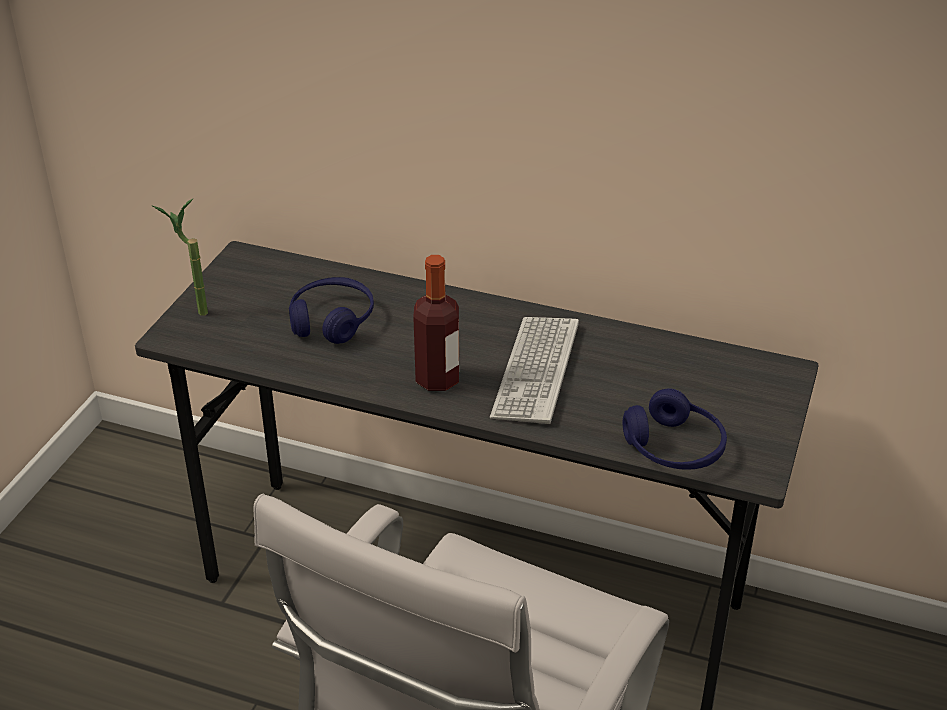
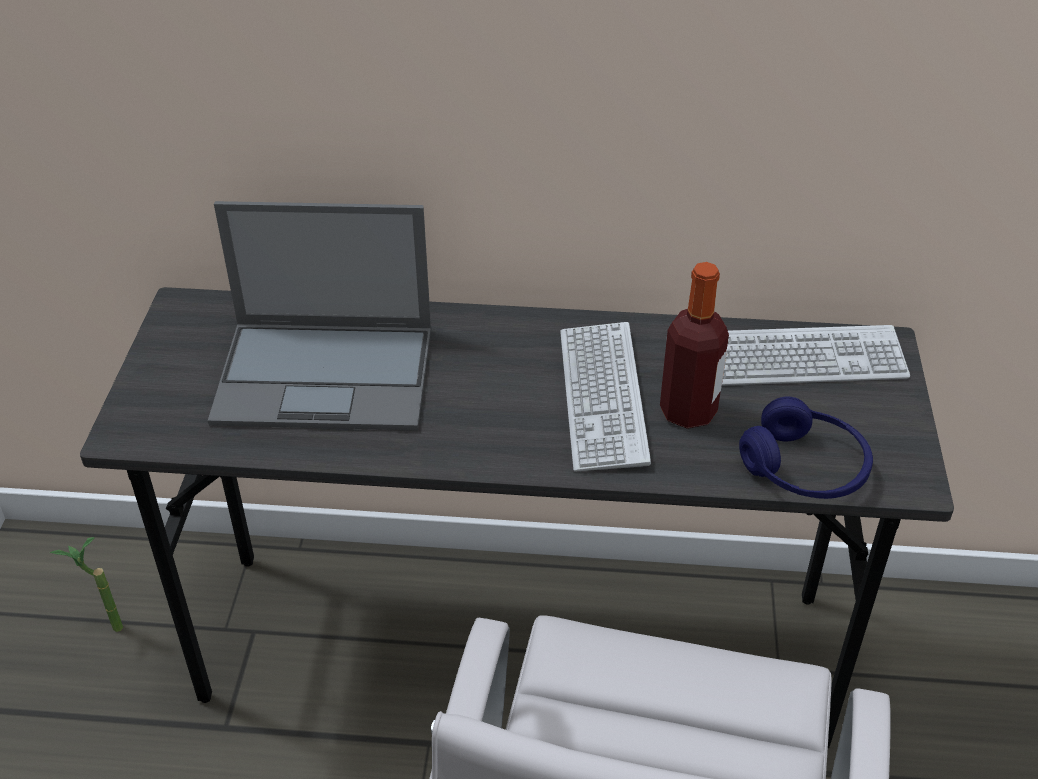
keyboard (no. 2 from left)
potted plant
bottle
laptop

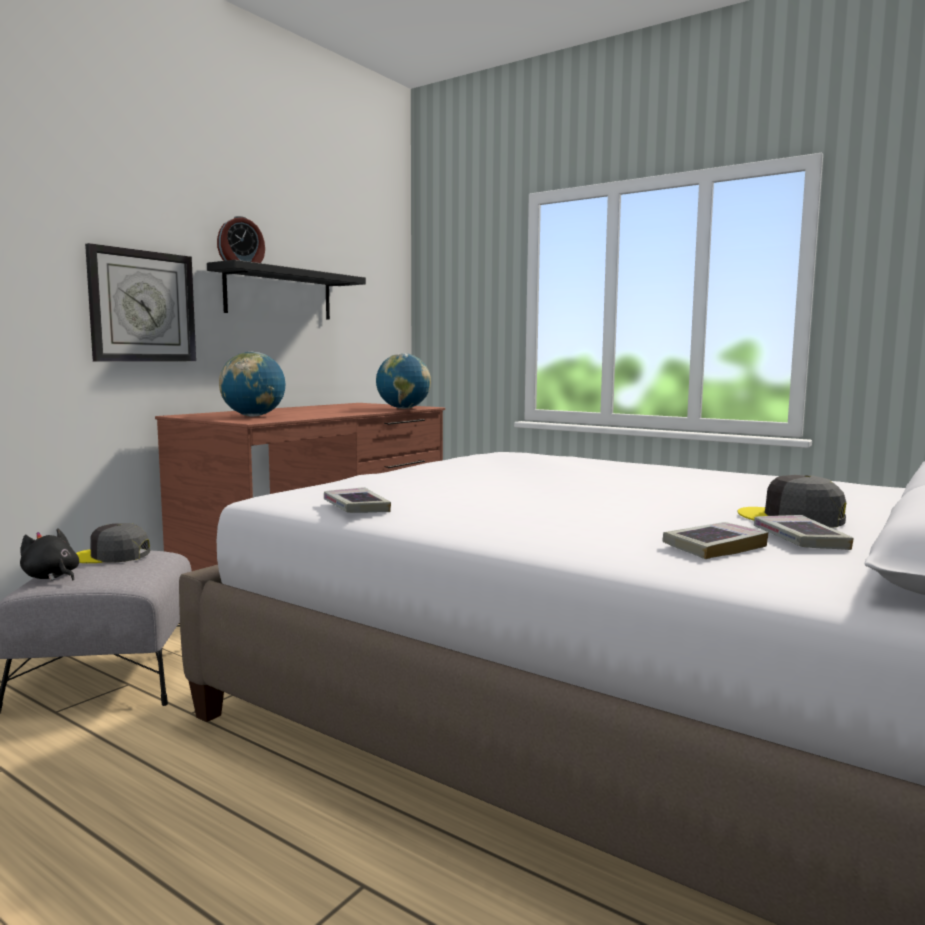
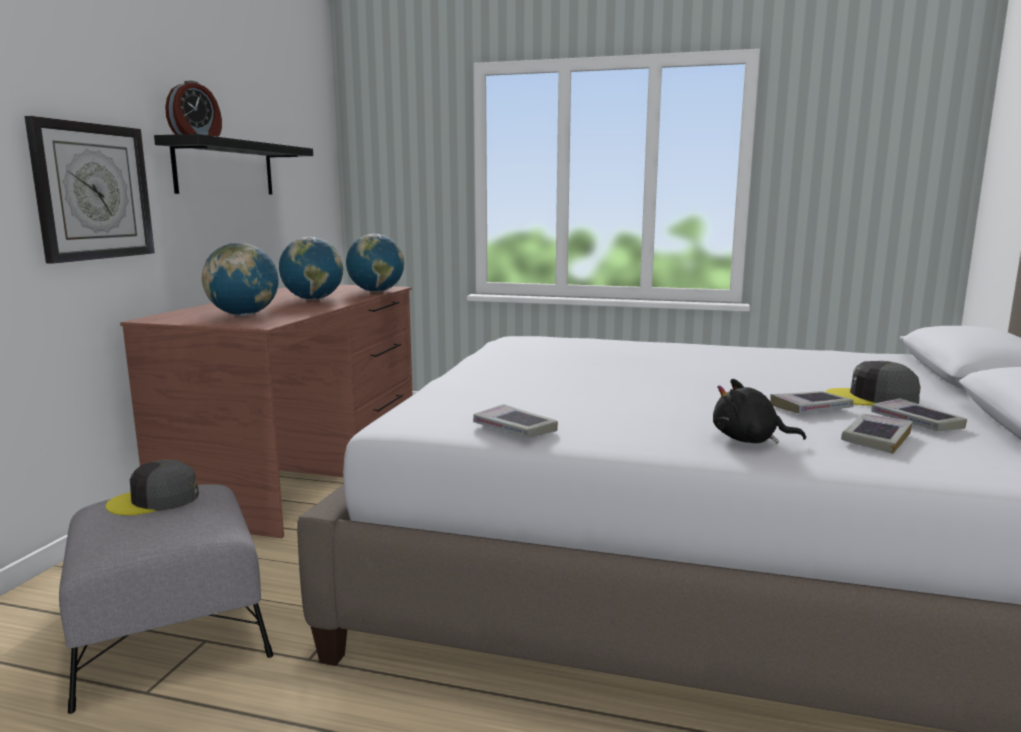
globe (no. 2 from left)
book (no. 2 from left)
plush toy in black

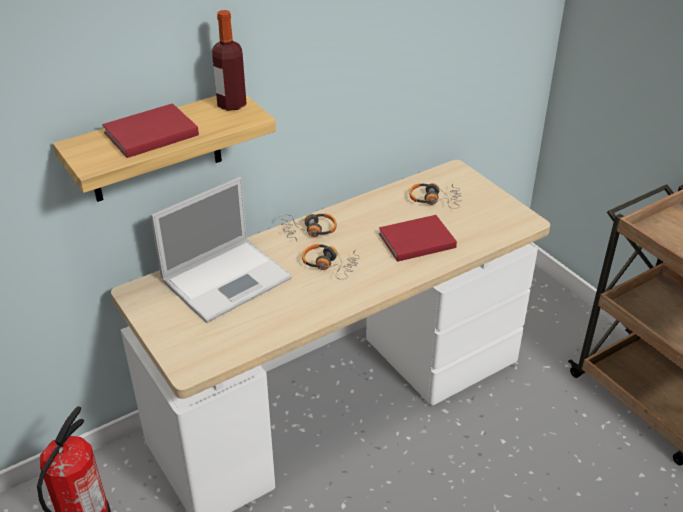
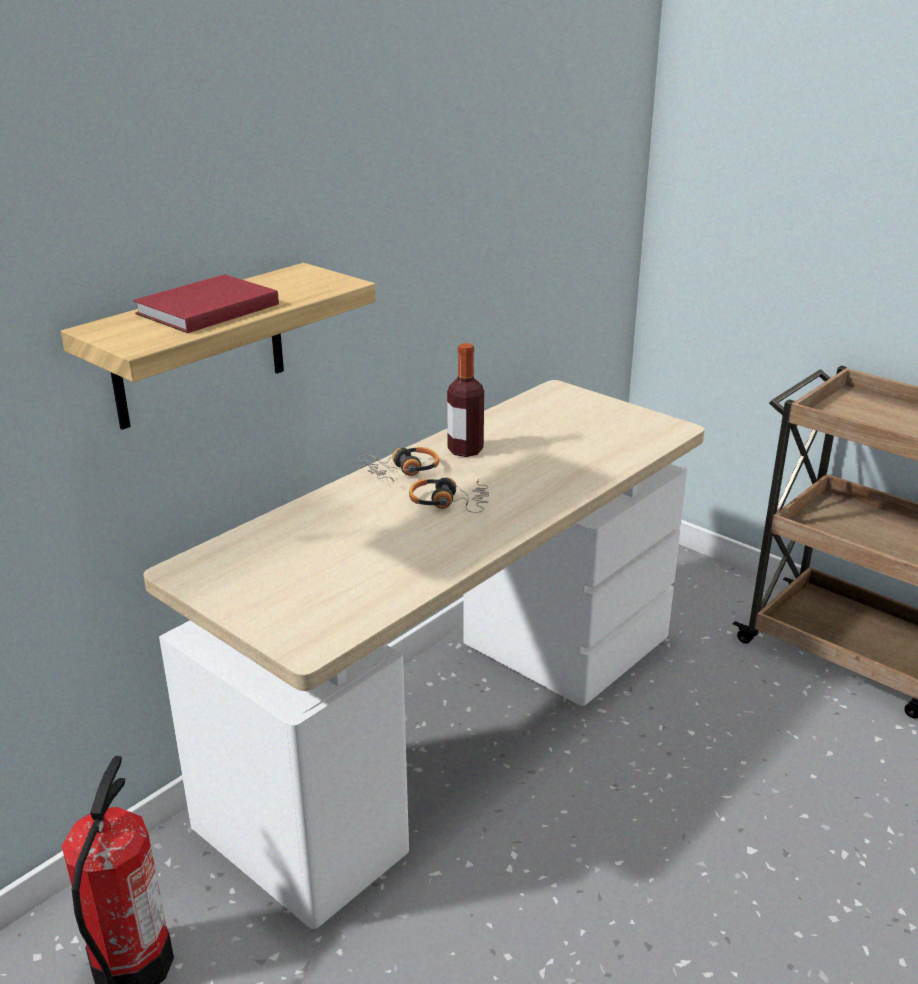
laptop
book in red (no. 2 from left in the first image)
headphones (no. 3 from left in the first image)
bottle

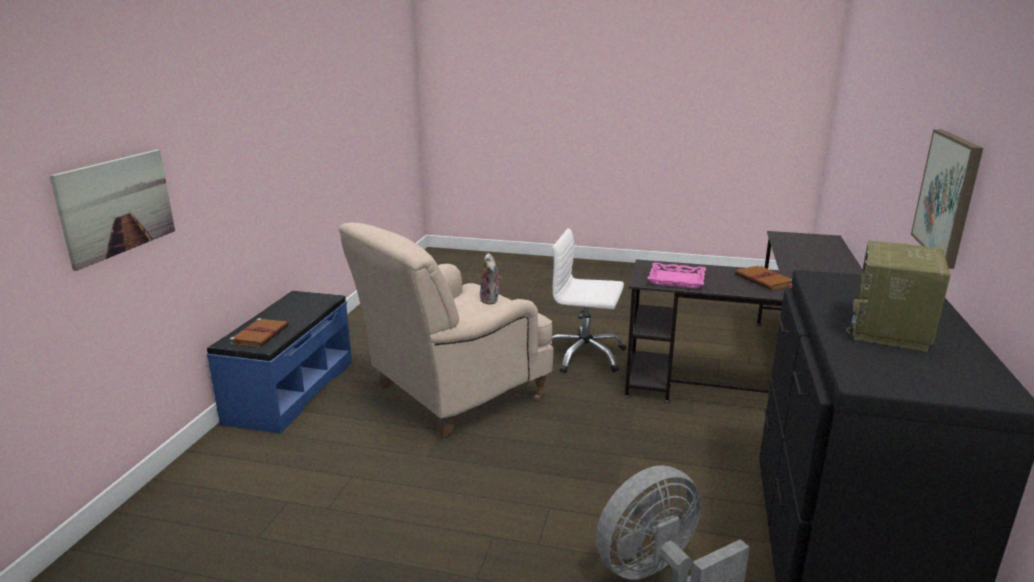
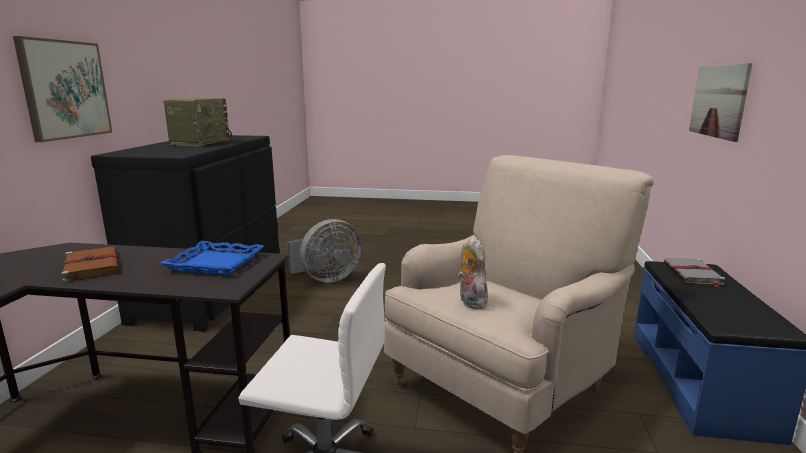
book in grey
tray in blue

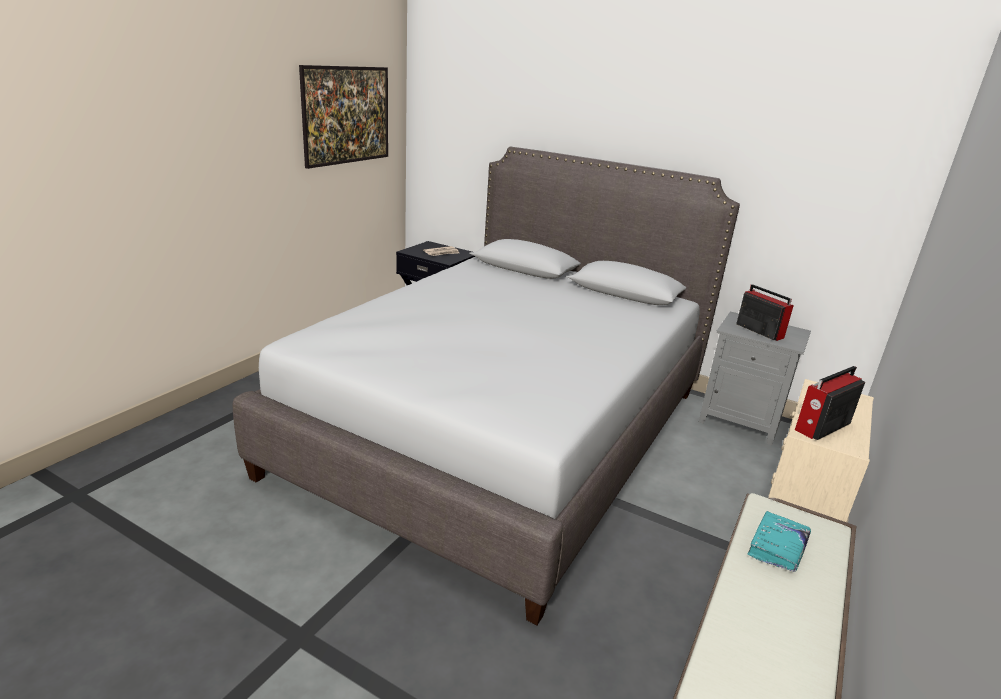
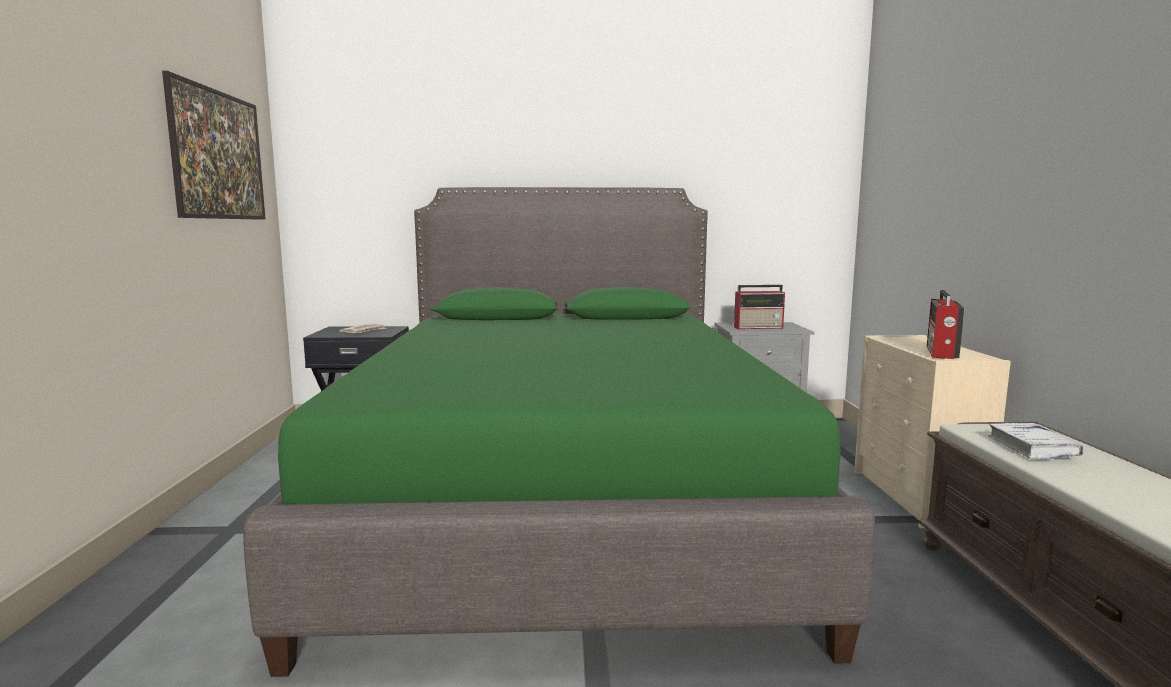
bed in green
book in white
radio (no. 1 from left)

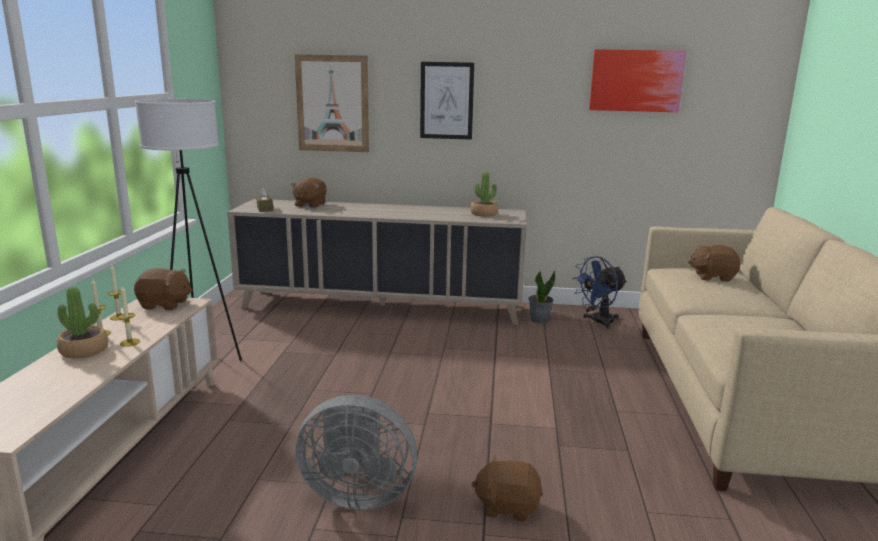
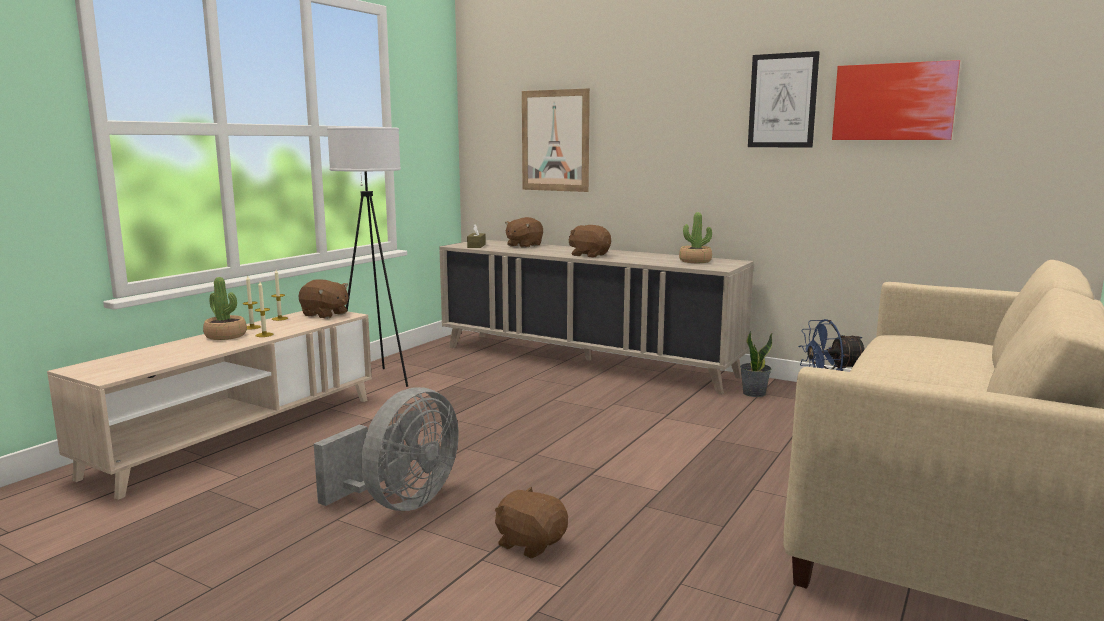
picture (no. 2 from left)
plush toy in brown (no. 4 from left)
fan in grey

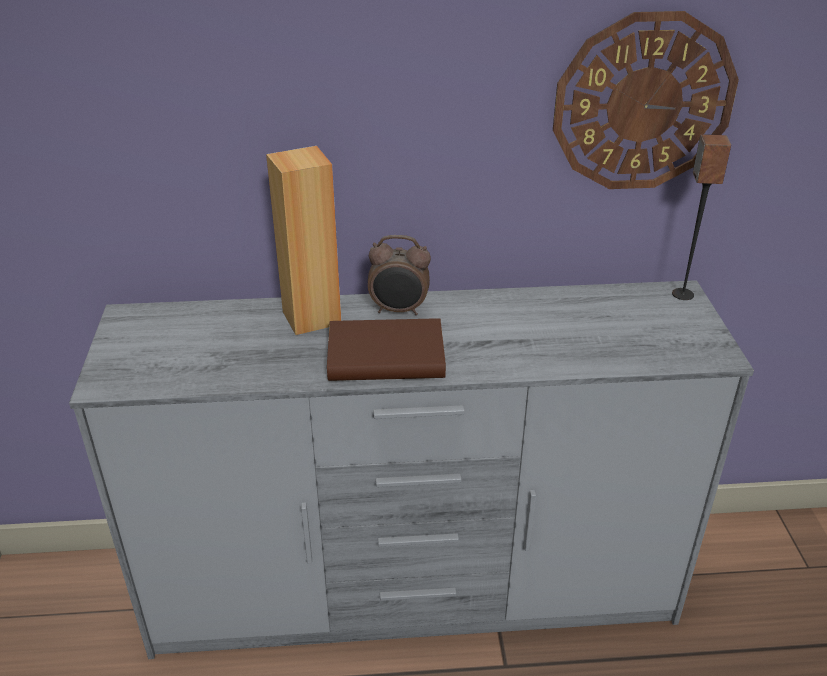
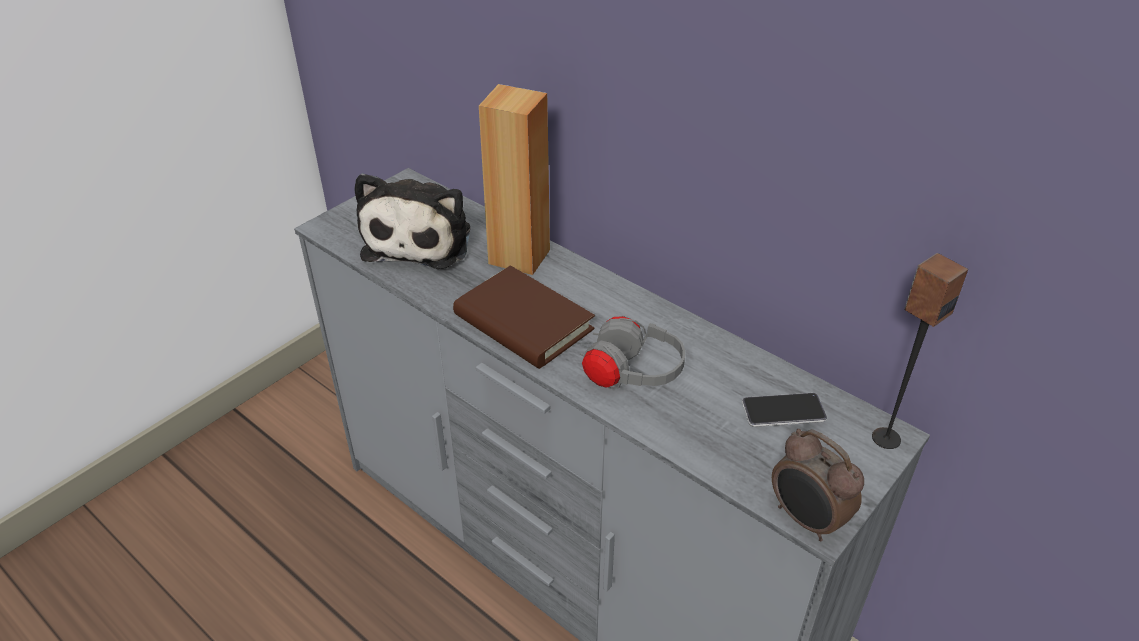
wall clock
plush toy
headphones in grey
phone
alarm clock

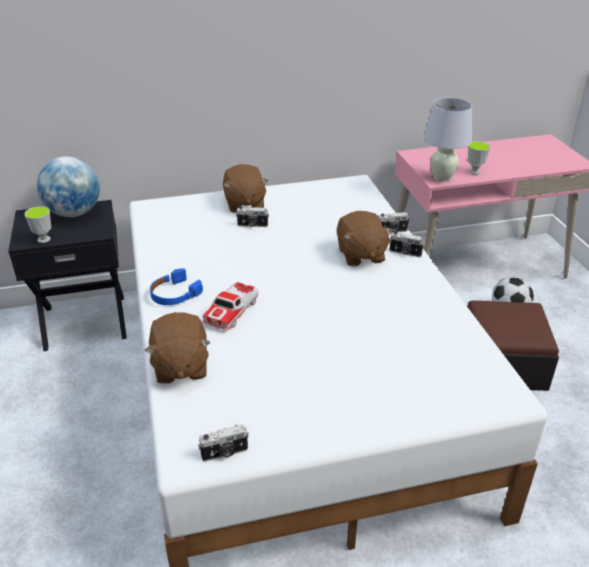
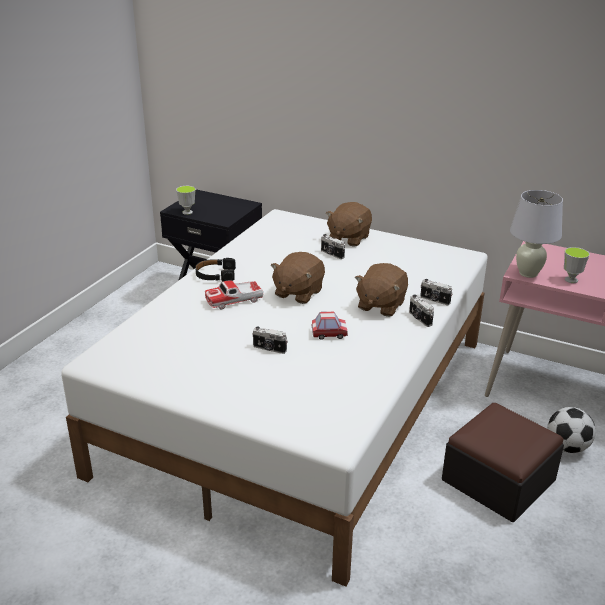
globe
toy car (no. 2 from left)
plush toy in brown (no. 1 from left)
photo camera (no. 1 from left)
headphones in black

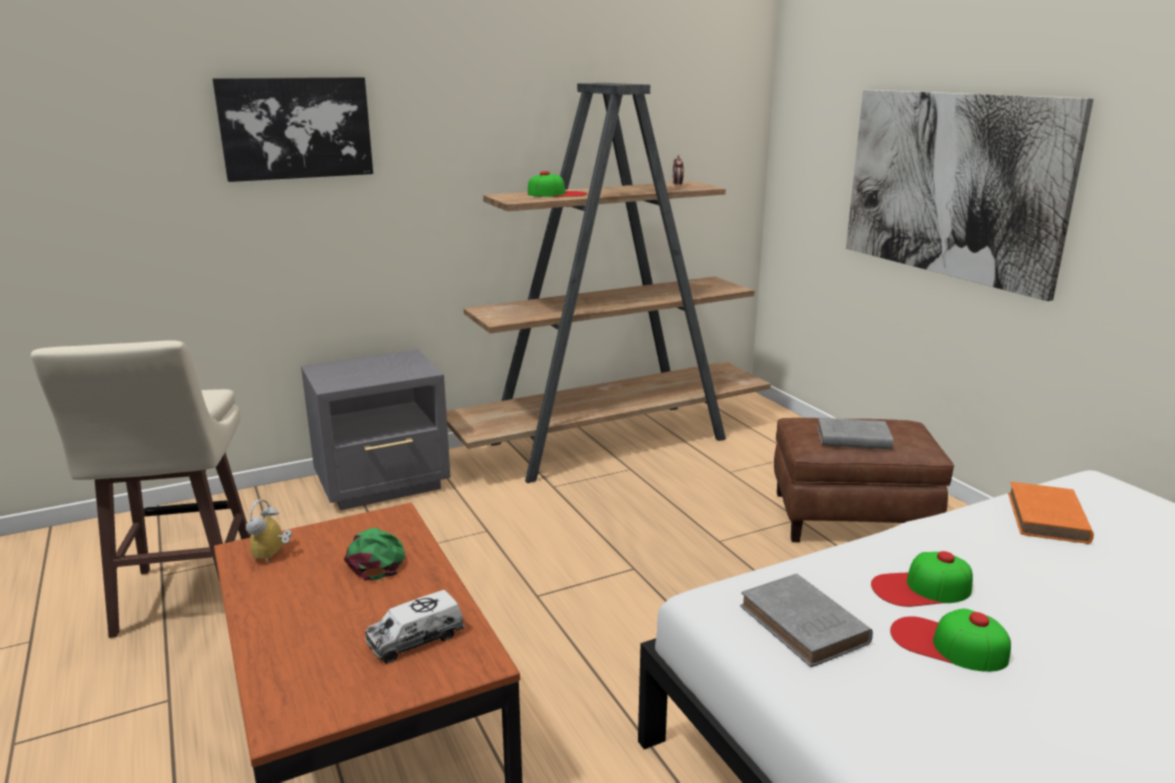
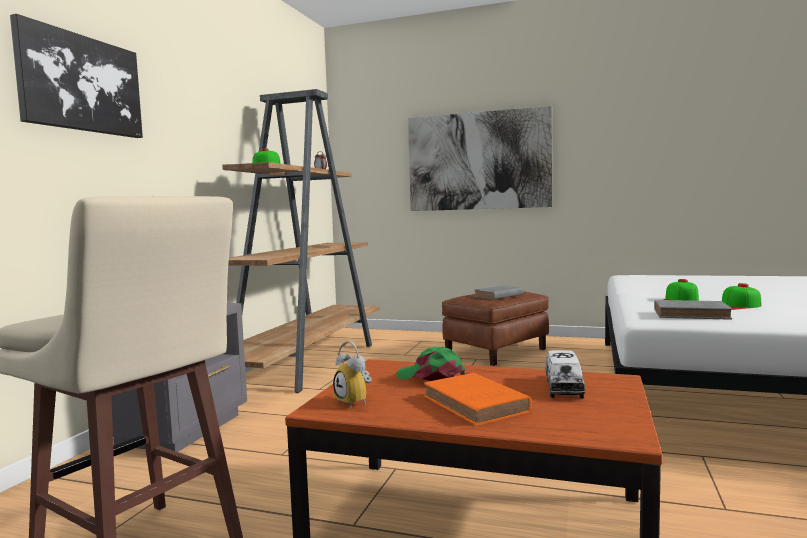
book in orange

